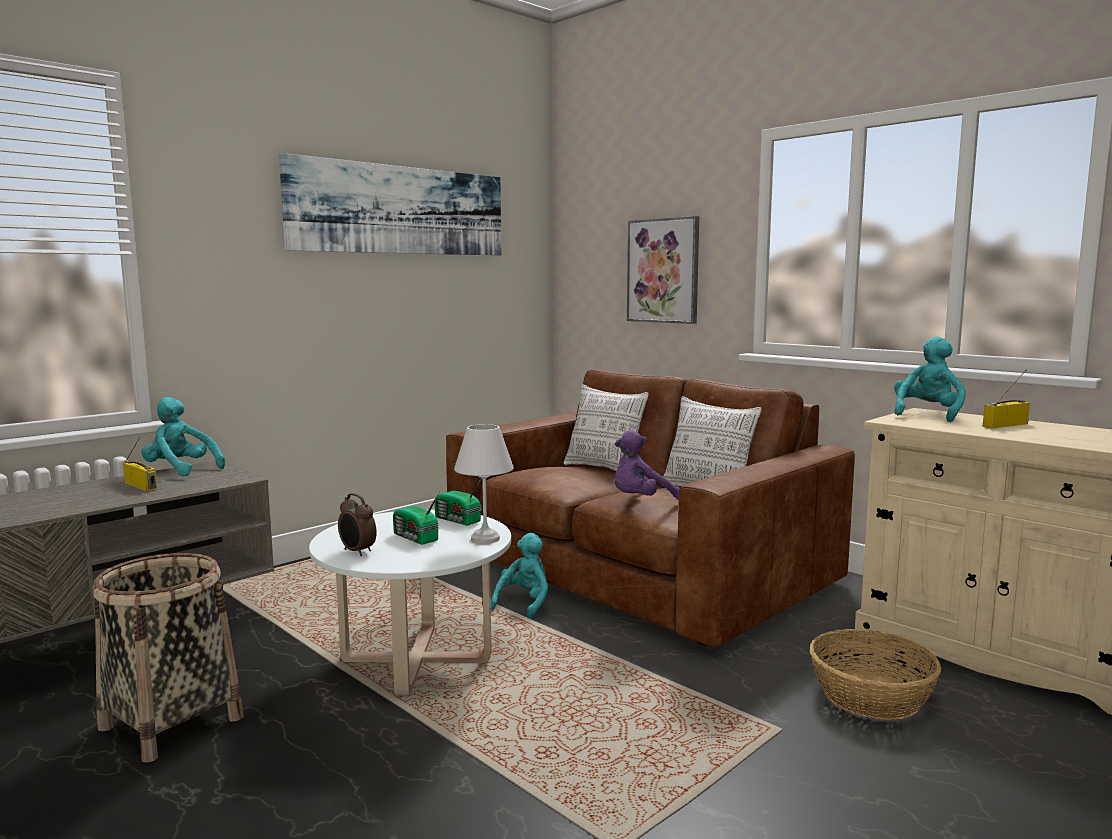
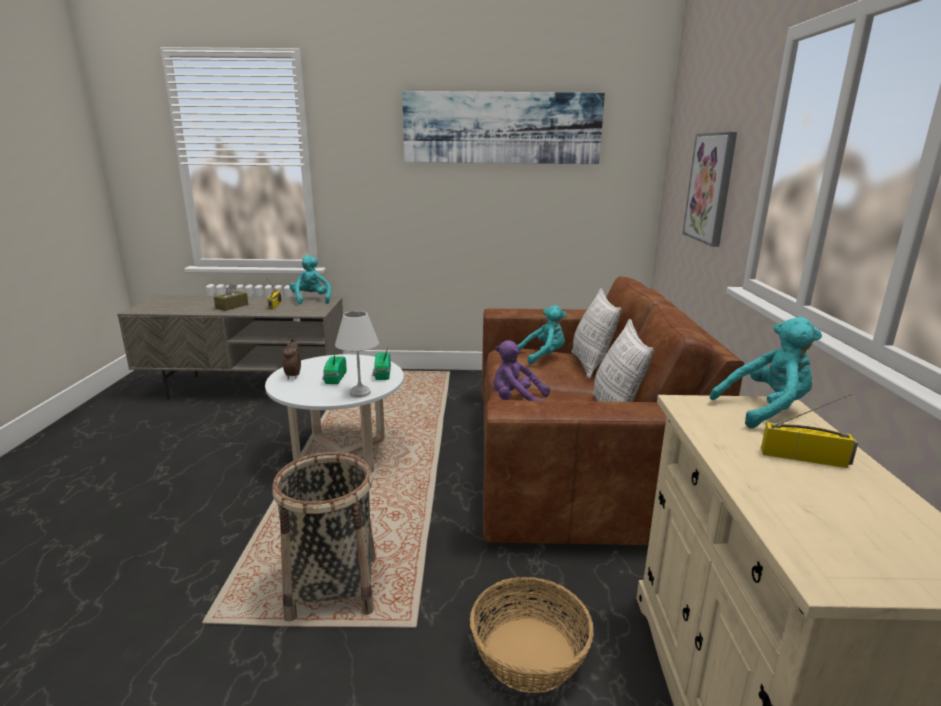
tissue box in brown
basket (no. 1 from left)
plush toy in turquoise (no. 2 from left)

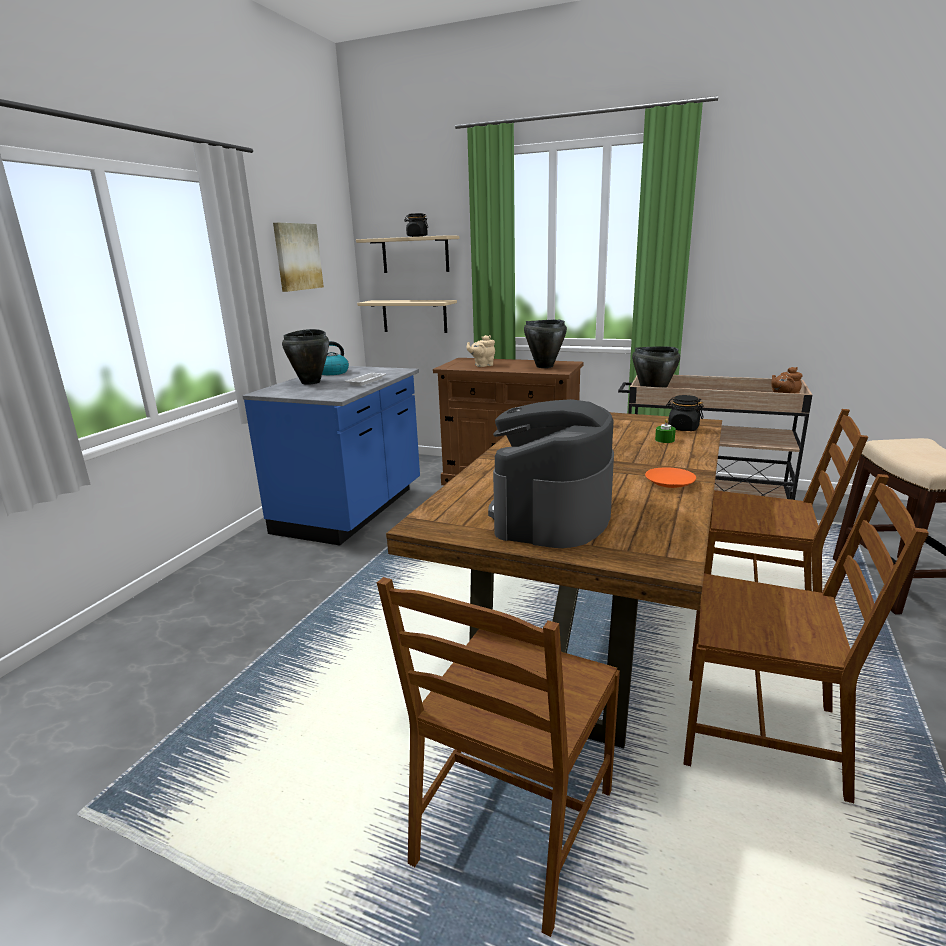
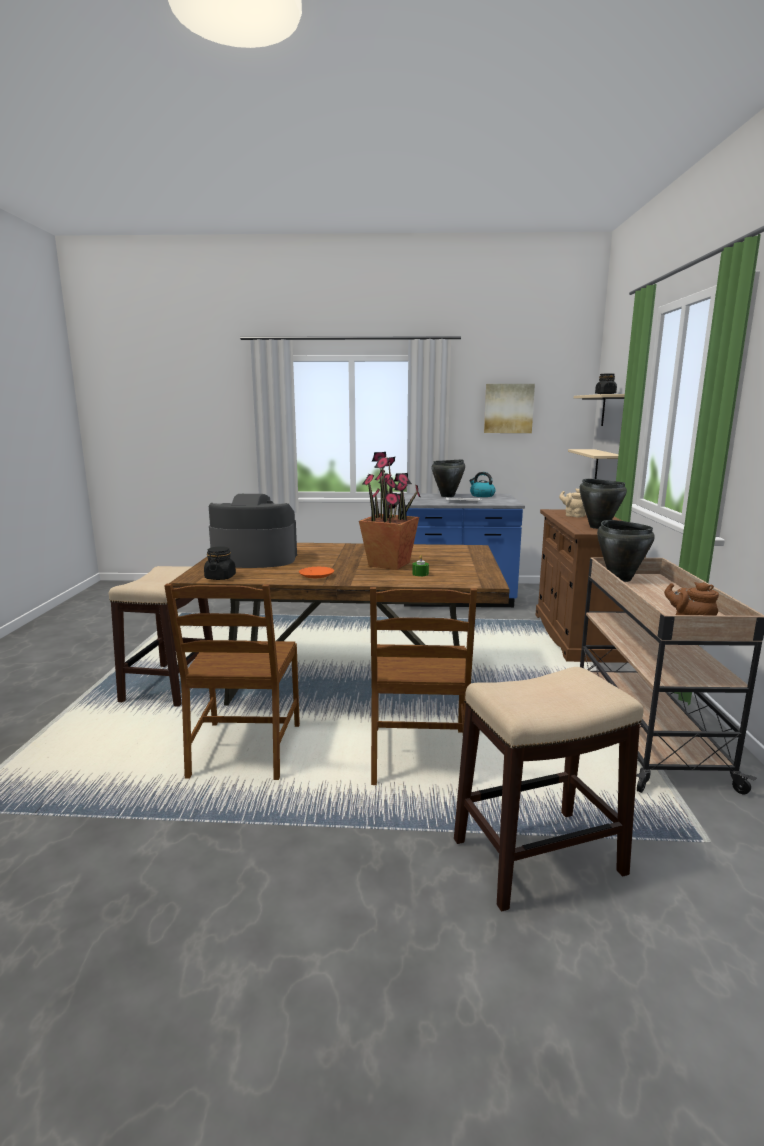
potted plant
jar in black (no. 1 from left)
stool (no. 1 from left)

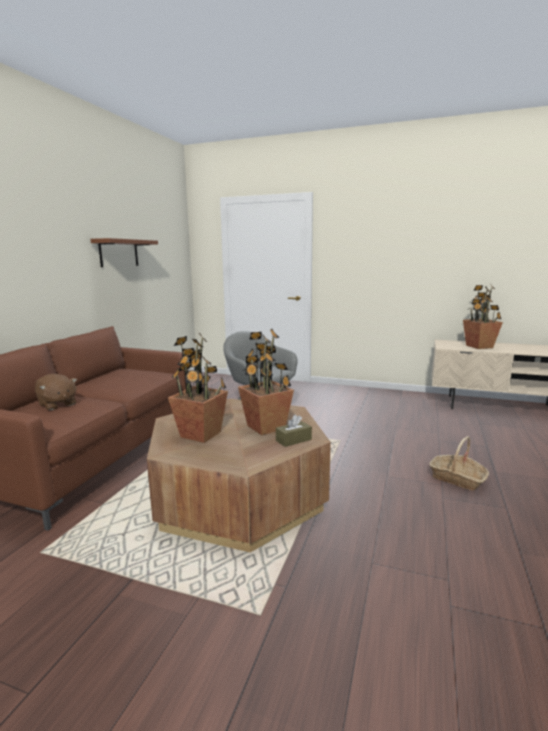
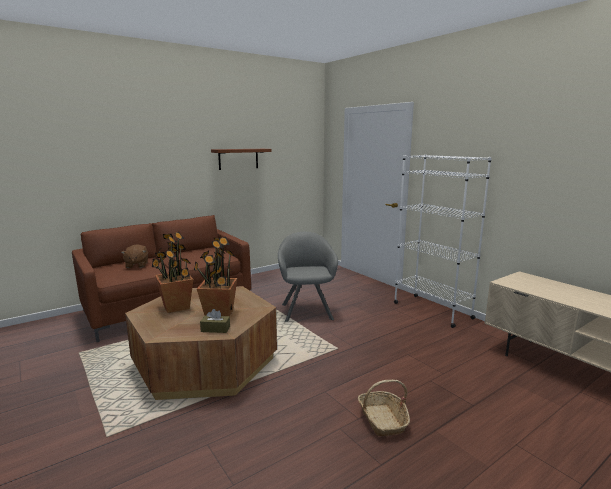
potted plant (no. 3 from left in the first image)
bookcase in white

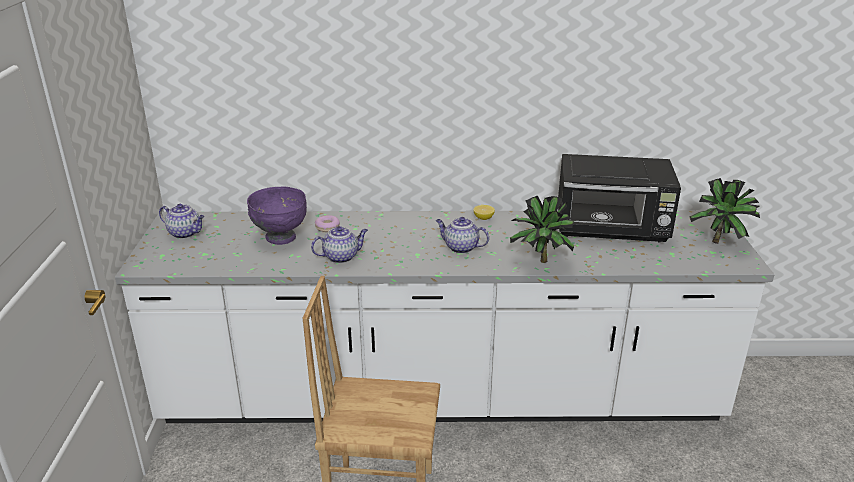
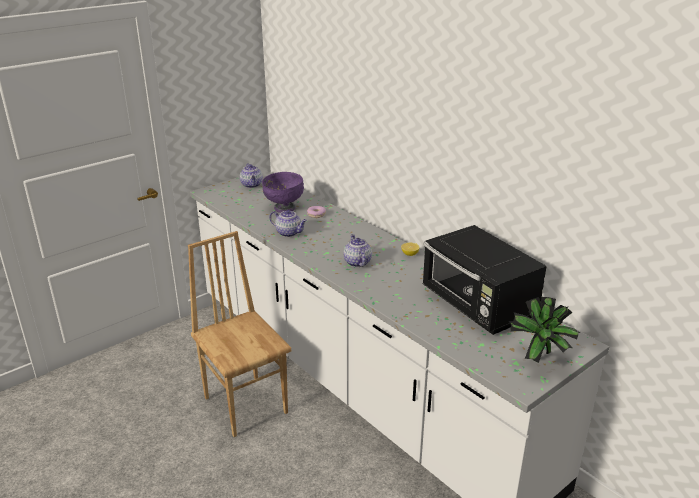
potted plant (no. 1 from left in the first image)

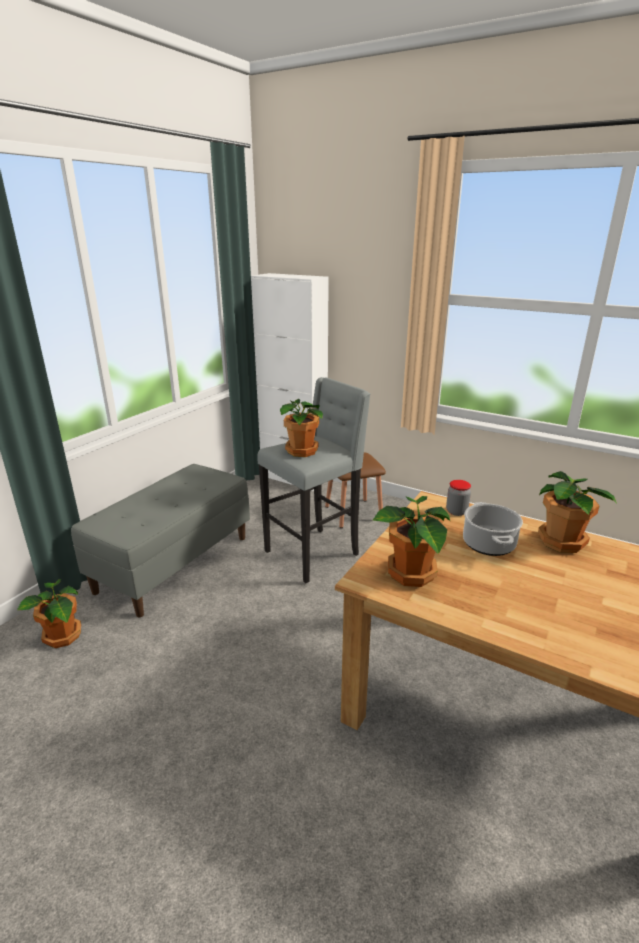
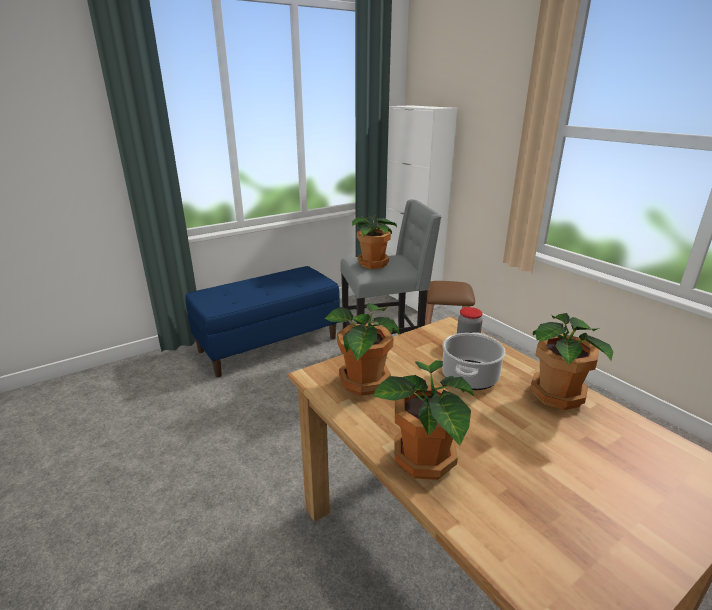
potted plant (no. 3 from left)
bench in blue

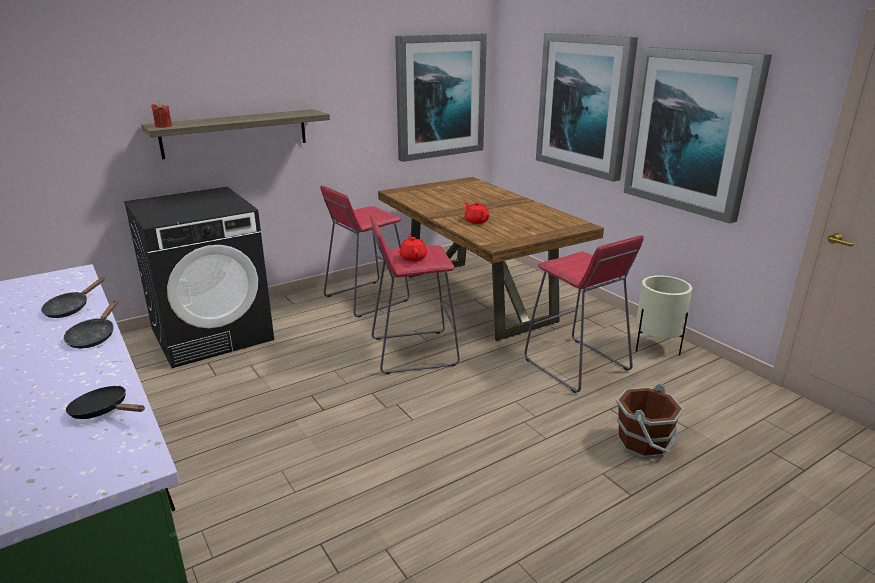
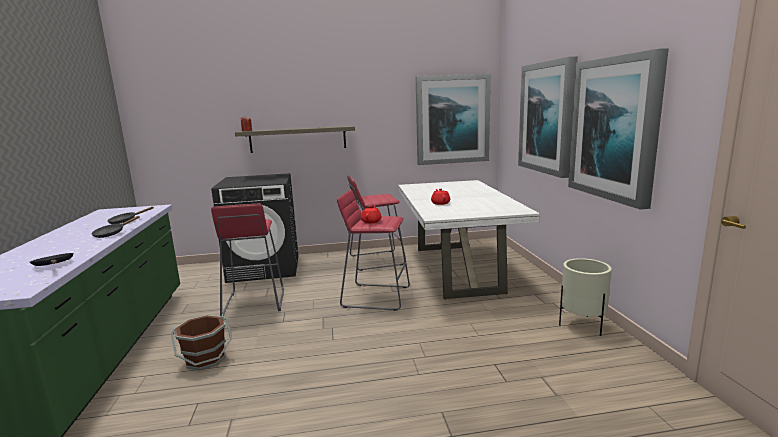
stool in red (no. 1 from left)
bucket in brown
dining table in white

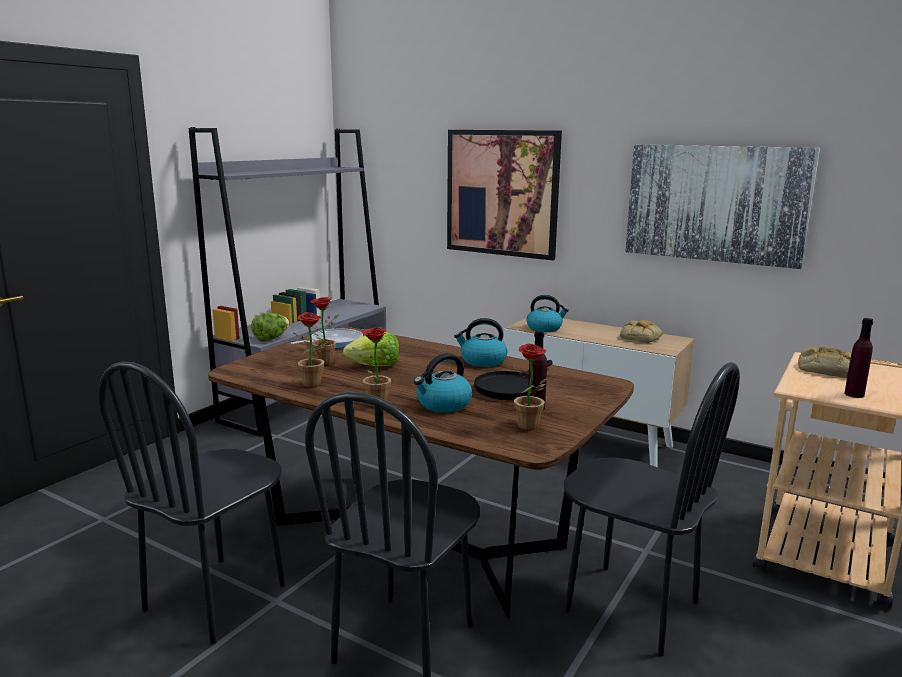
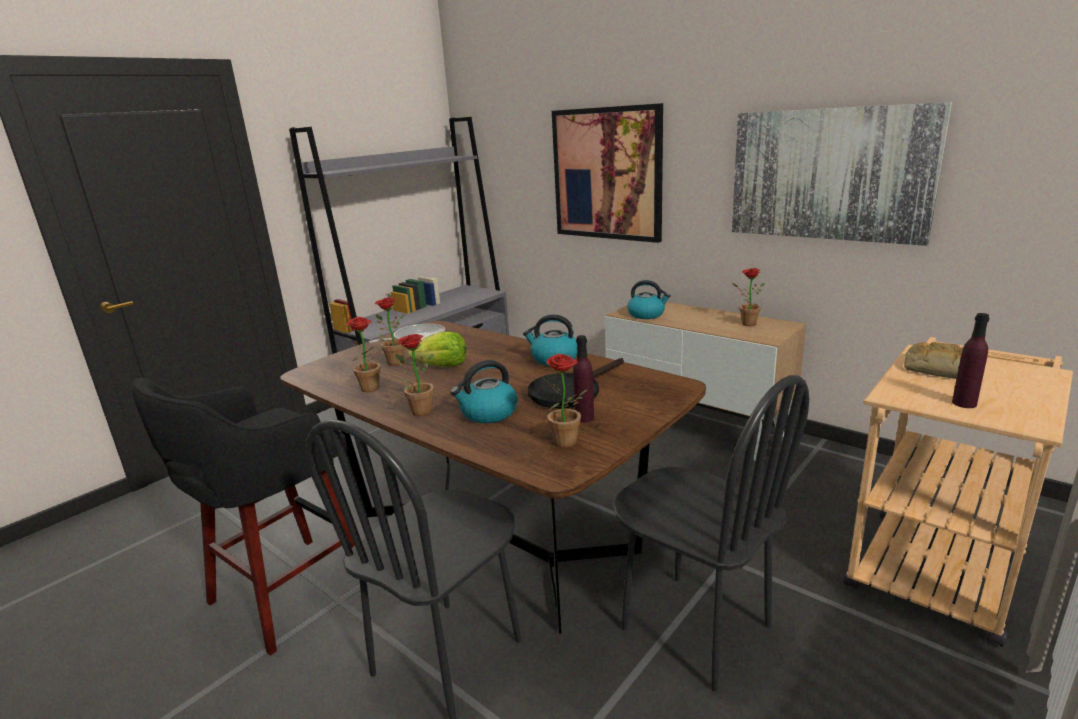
lettuce (no. 1 from left in the first image)
stool in black
potted plant (no. 5 from left)

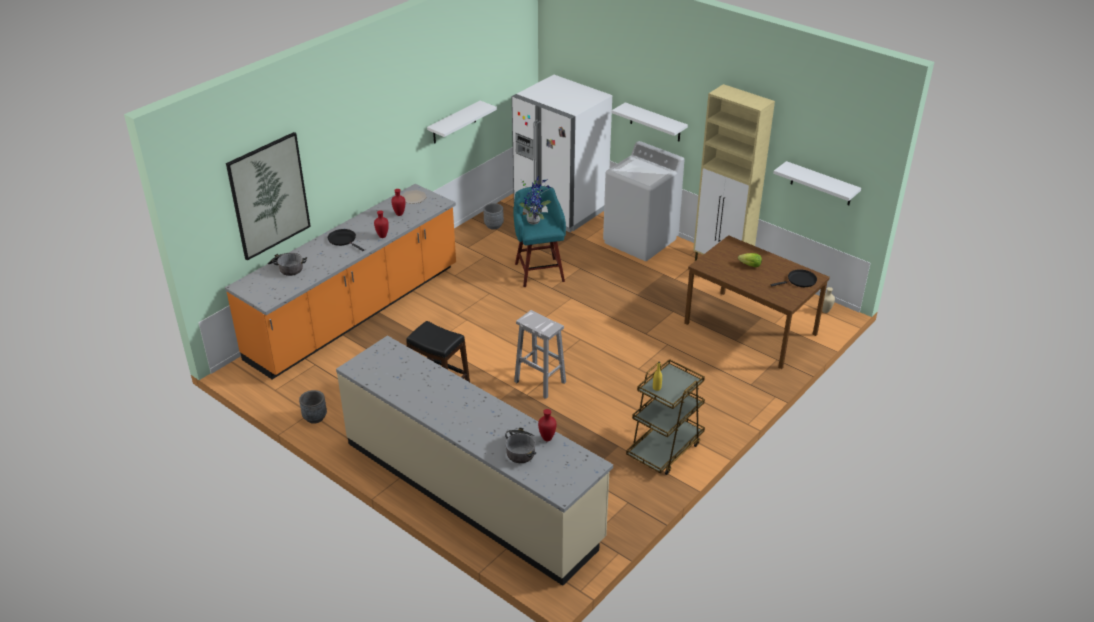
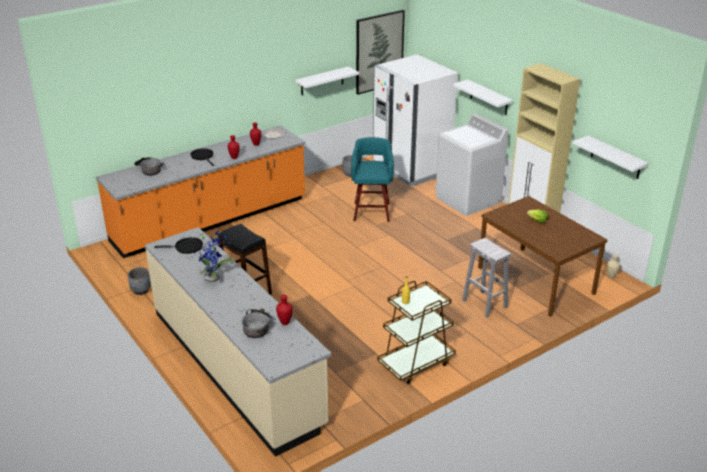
picture
stool in white
potted plant
frying pan in black (no. 1 from left)

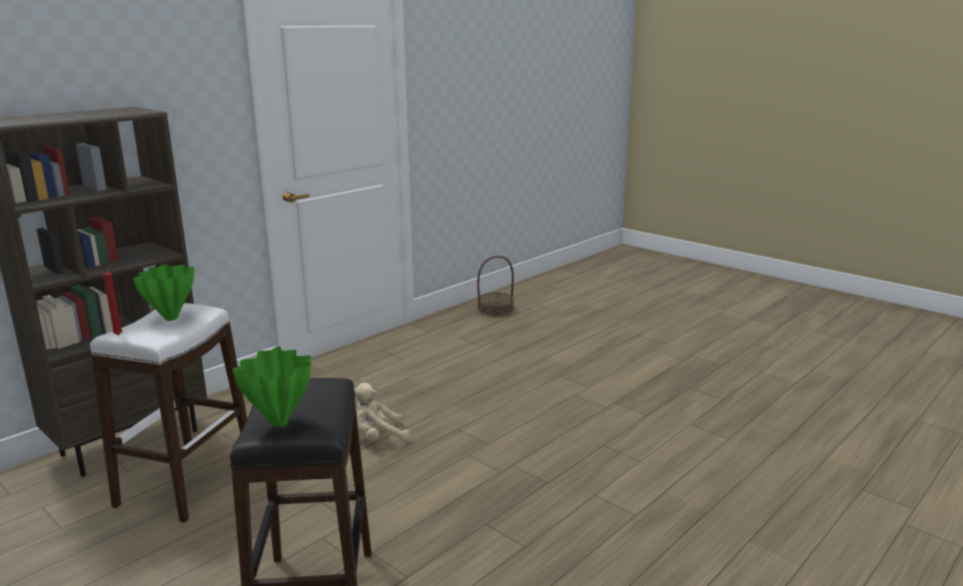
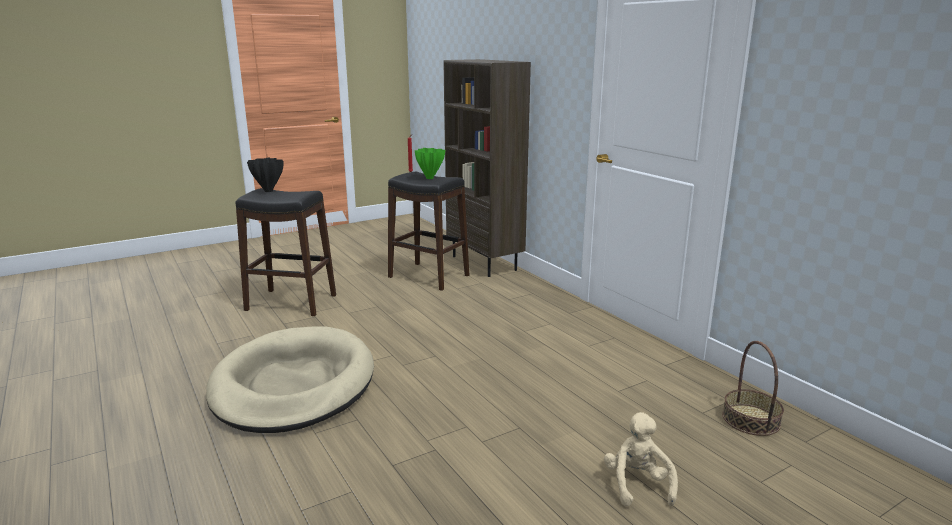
dog bed in beige
plush toy in beige
stool in black (no. 2 from left)
vase in black

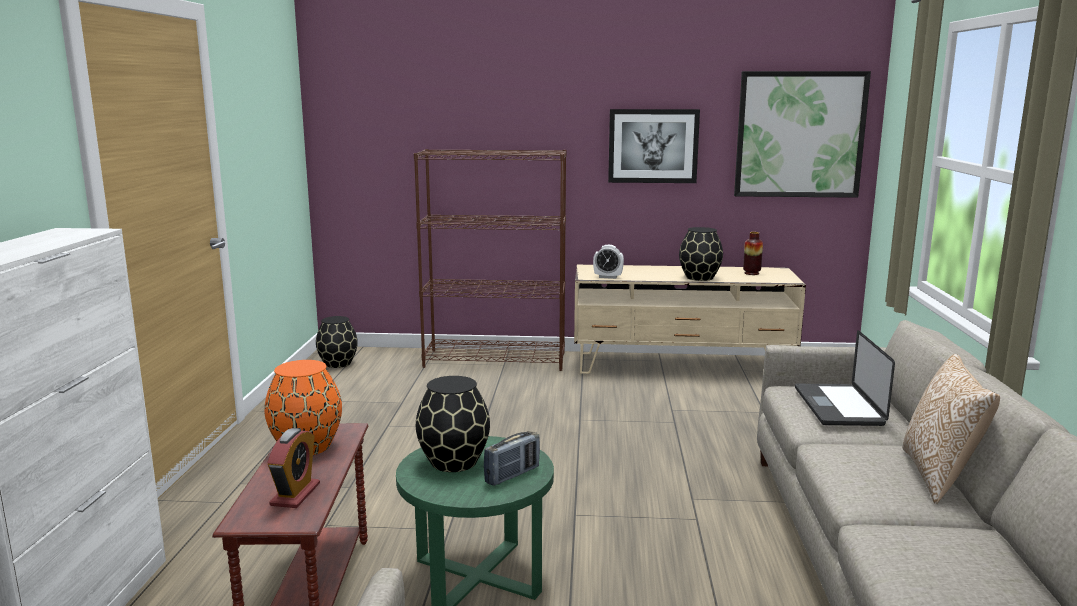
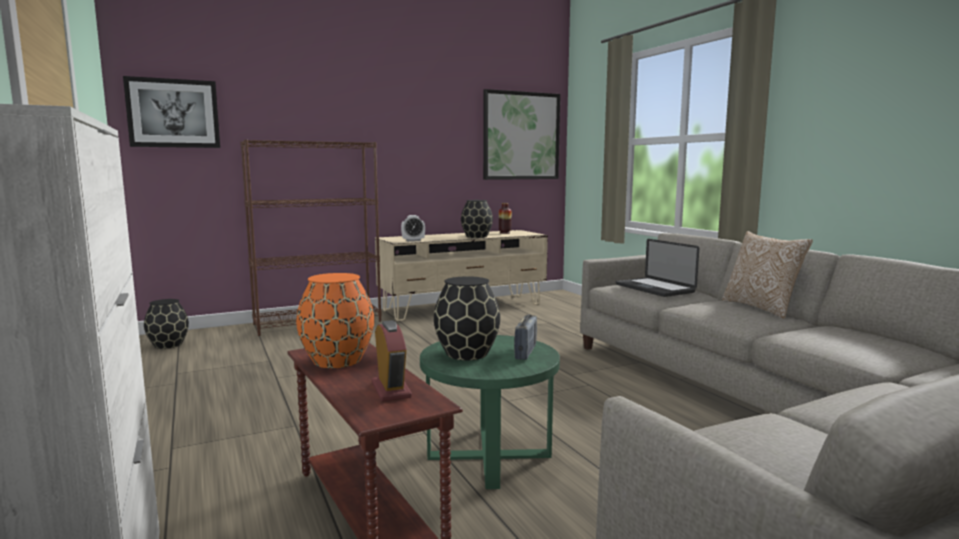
picture (no. 1 from left)

